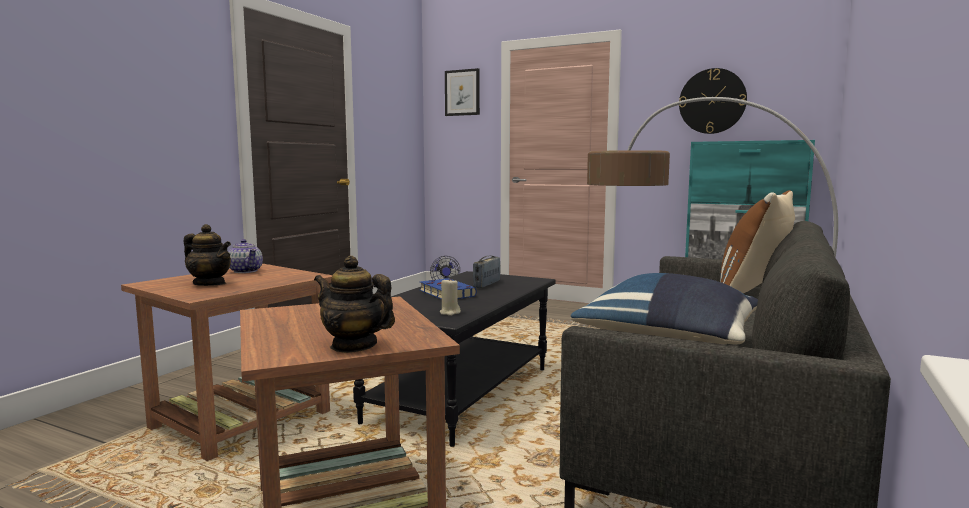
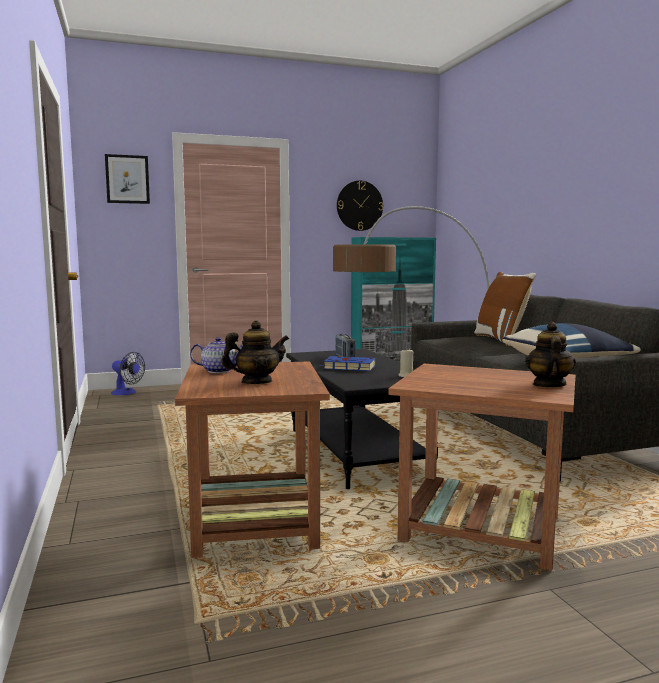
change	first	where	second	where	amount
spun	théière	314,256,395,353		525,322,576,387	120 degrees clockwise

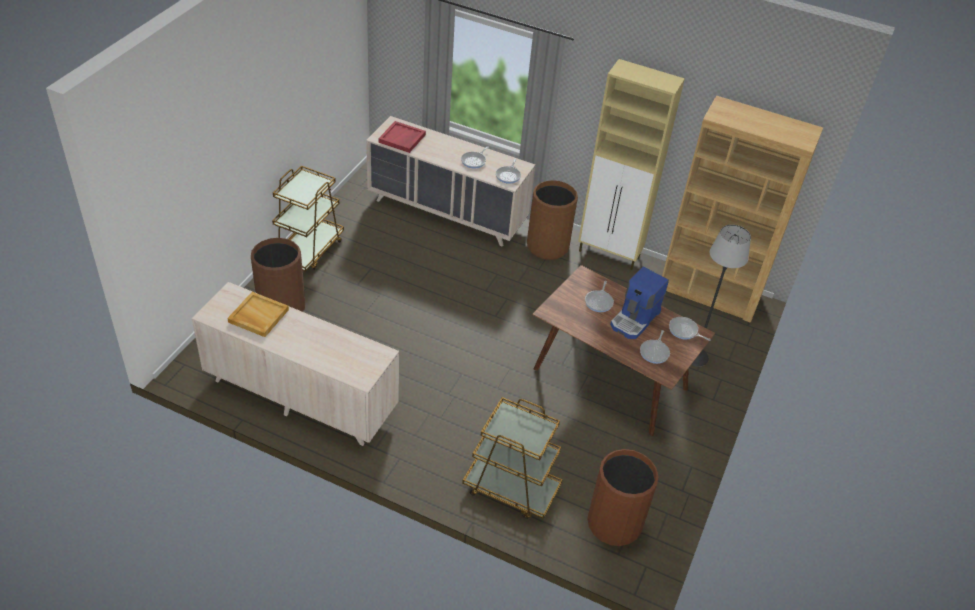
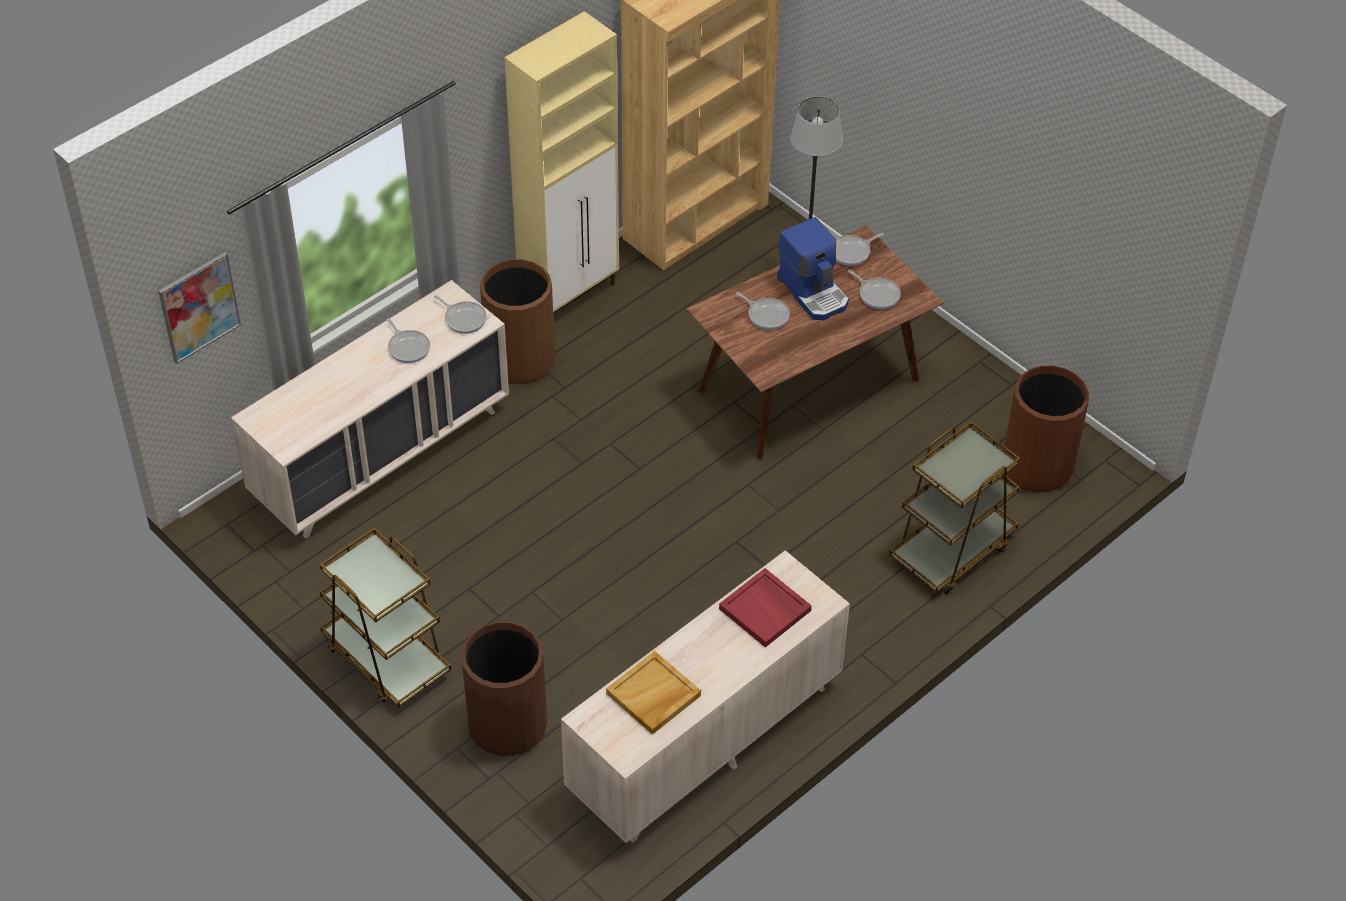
change	first	where	second	where	amount
relocated	plateau (rouge)	378,121,426,153		719,568,812,648	
appeared			tableau	158,252,241,364	

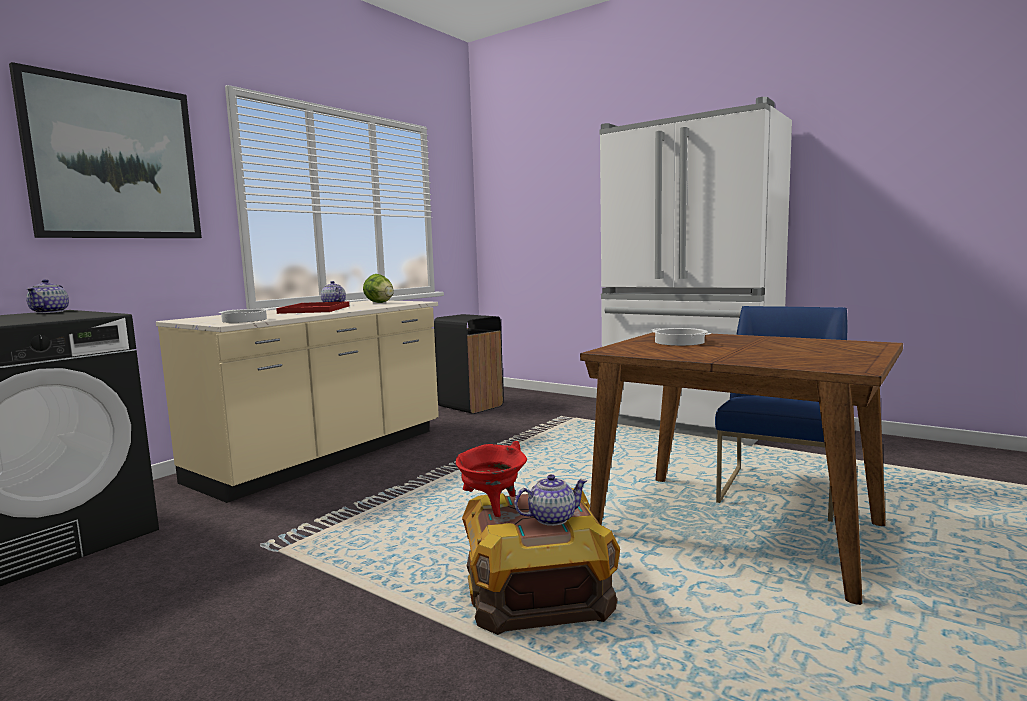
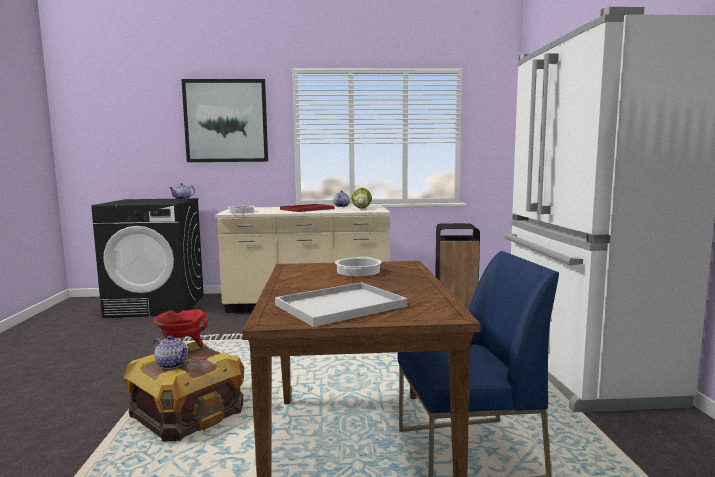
change	first	where	second	where	amount
appeared			plateau (blanc)	275,282,407,327	

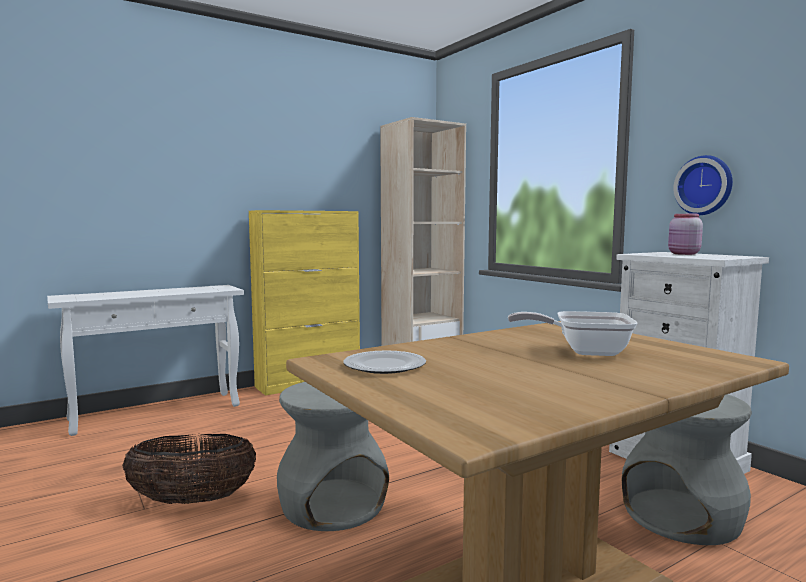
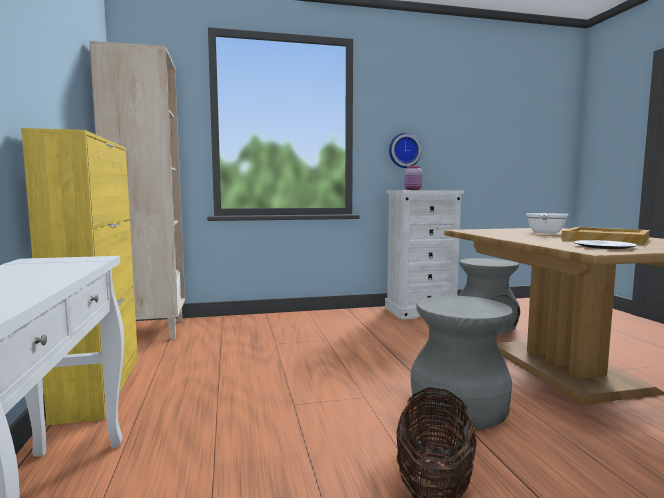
change	first	where	second	where	amount
appeared			plateau (beige)	561,227,650,245	

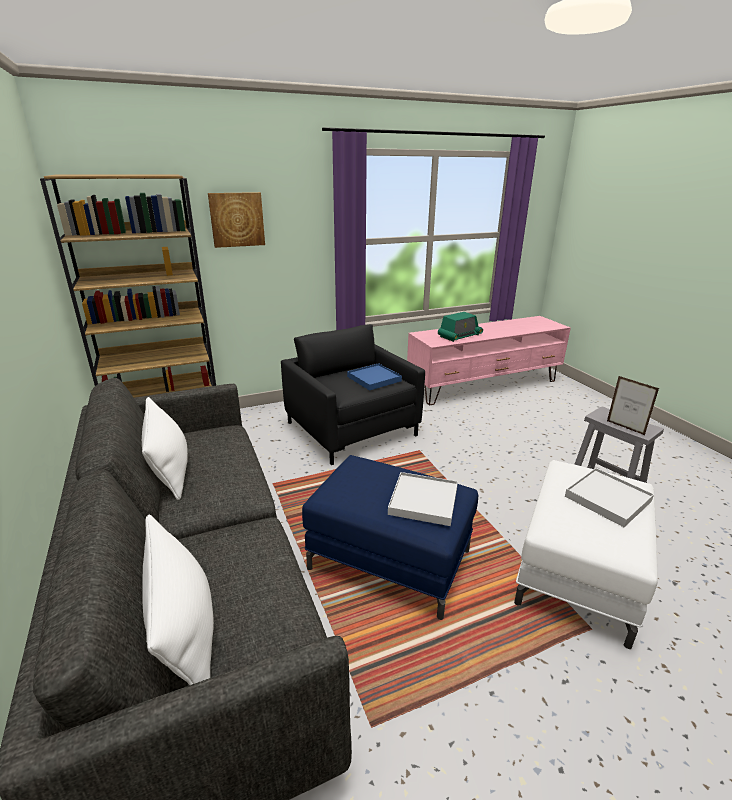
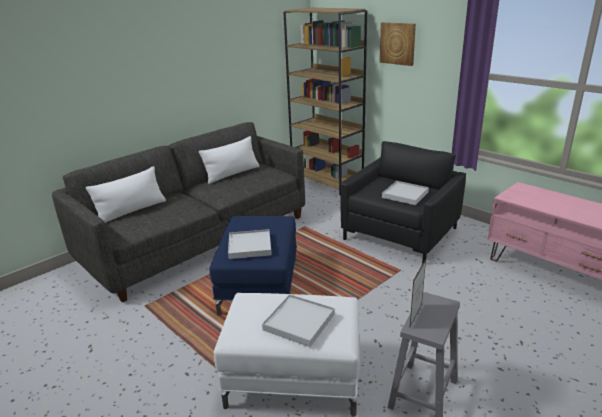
change	first	where	second	where	amount
missing	radio	438,312,483,342			
colour	plateau (bleu)	347,363,402,391	plateau (blanc)	382,181,429,205	

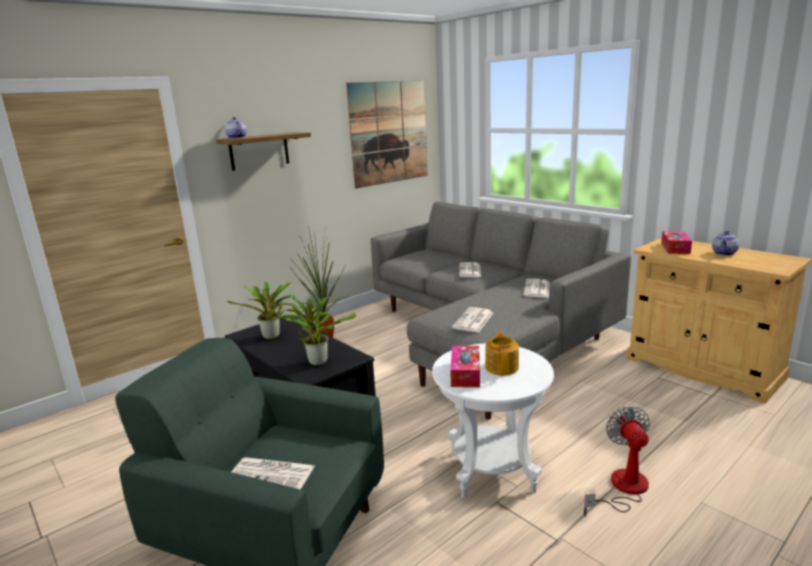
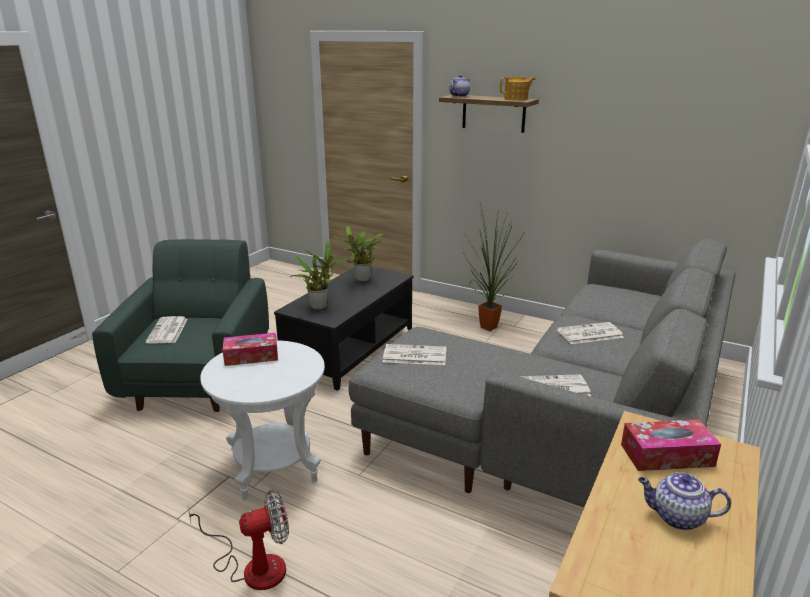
change	first	where	second	where	amount
missing	tableau	346,80,428,189			
relocated	théière	485,331,519,375		500,76,535,101	

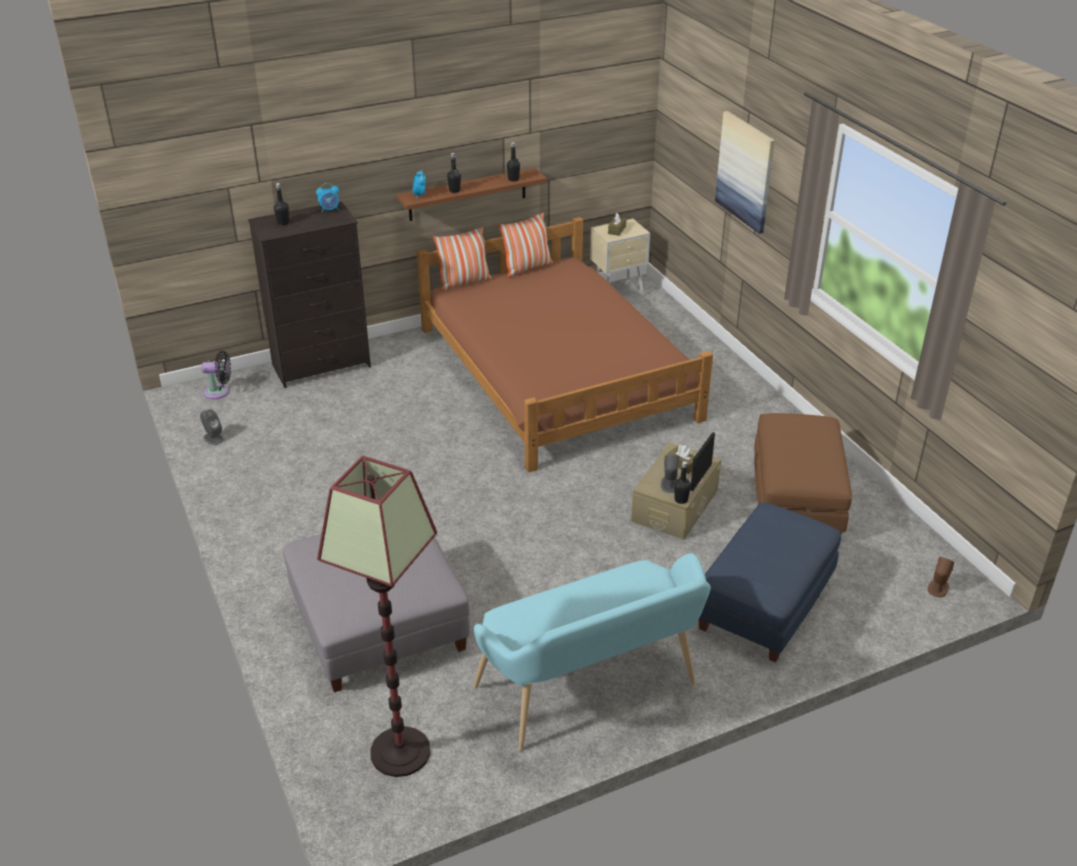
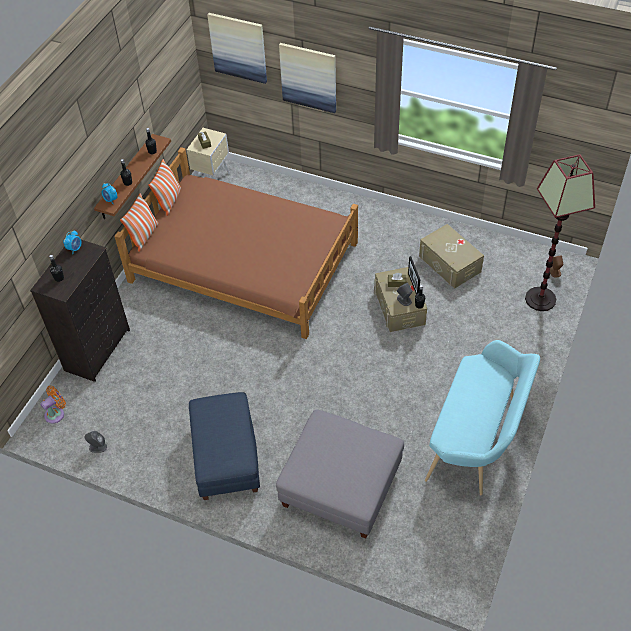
change	first	where	second	where	amount
colour	ventilateur (noir)	201,351,231,399	ventilateur (orange)	40,386,66,424	
exchanged	pouf (marron)	754,413,852,535	boîte de rangement (beige)	419,224,484,288	
relocated	lampadaire	317,456,437,777		525,154,595,311	
relocated	pouf (bleu)	699,502,842,663		189,392,260,500	
appeared			tableau	207,13,267,84	

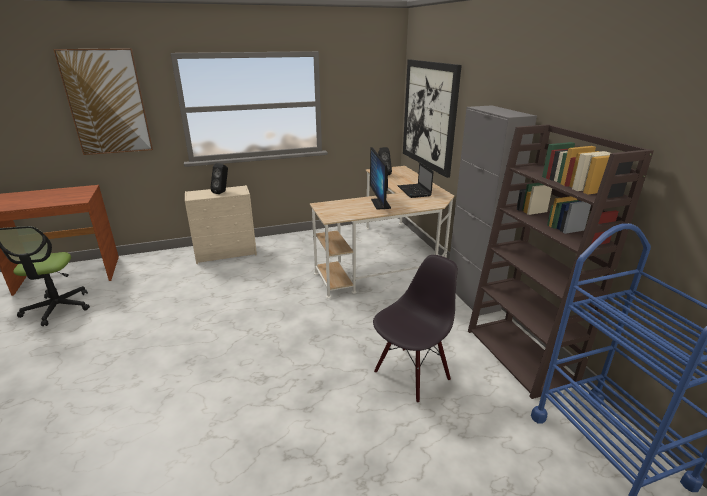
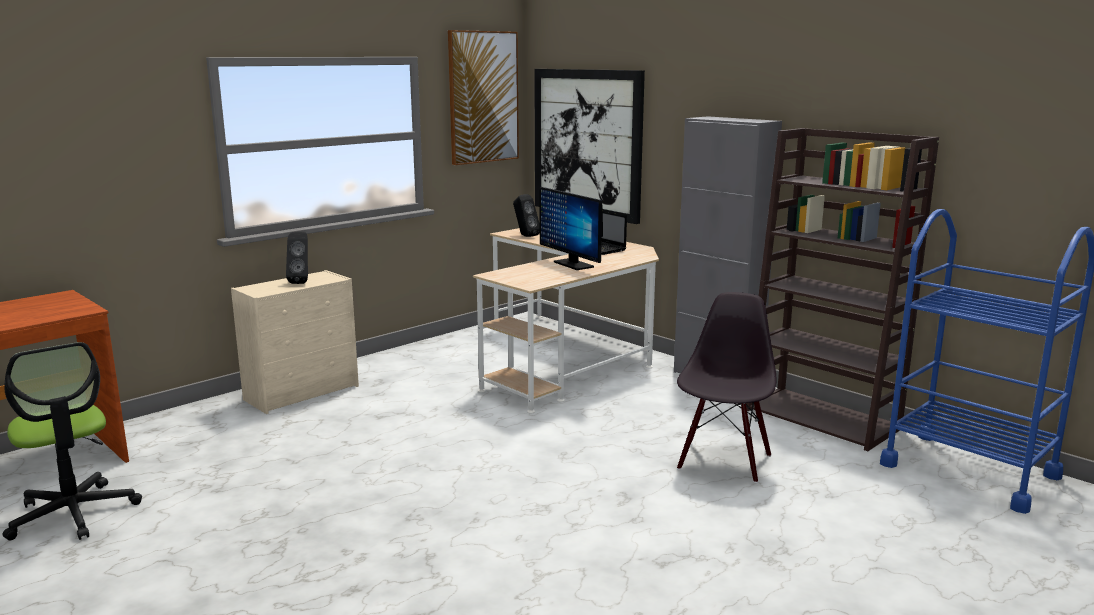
change	first	where	second	where	amount
relocated	tableau	53,48,153,155		448,30,519,165	

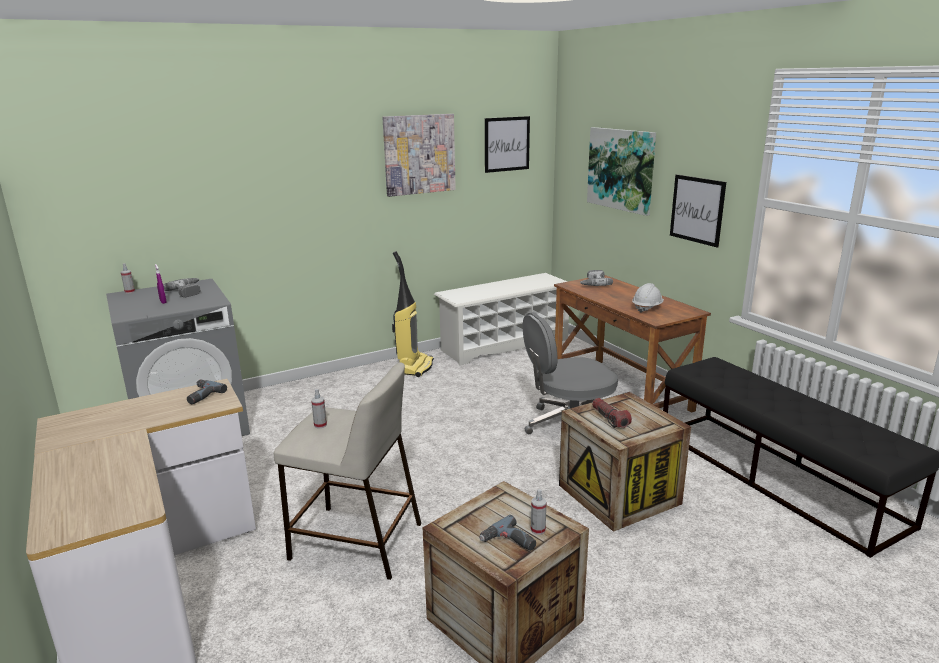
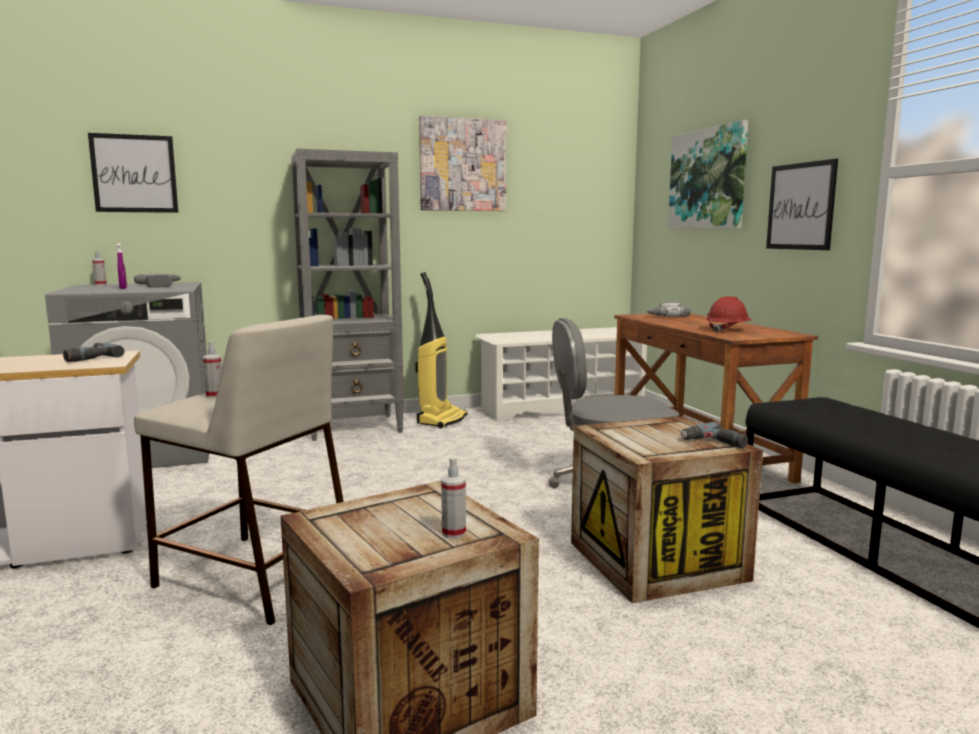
change	first	where	second	where	amount
relocated	tableau	485,116,530,173		88,133,179,213	
colour	casque de chantier (blanc)	632,283,664,313	casque de chantier (rouge)	706,296,752,333	
missing	lampe de poche	592,398,632,428			
relocated	perceuse	479,515,536,551		681,422,748,448	
appeared			bibliothèque (gris)	291,148,404,441	

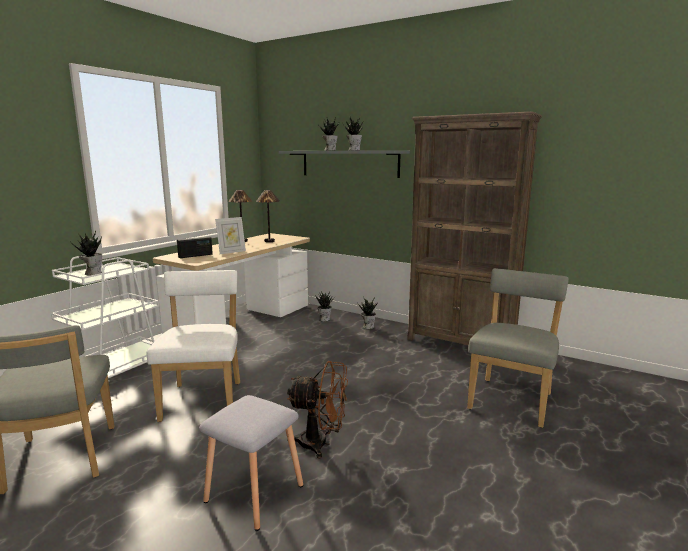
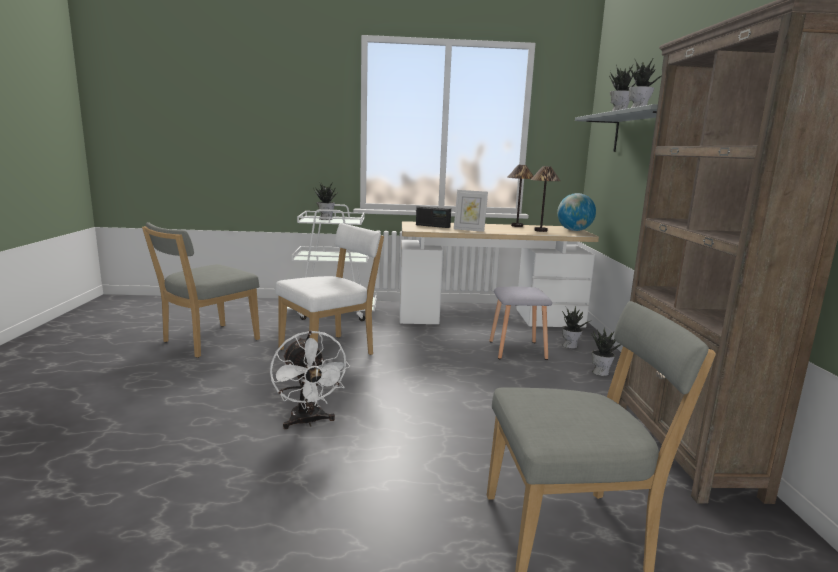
change	first	where	second	where	amount
colour	ventilateur (marron)	287,361,348,458	ventilateur (blanc)	270,330,350,429	
relocated	tabouret (gris)	199,395,303,531		489,287,552,360	
appeared			globe	557,193,596,231	

